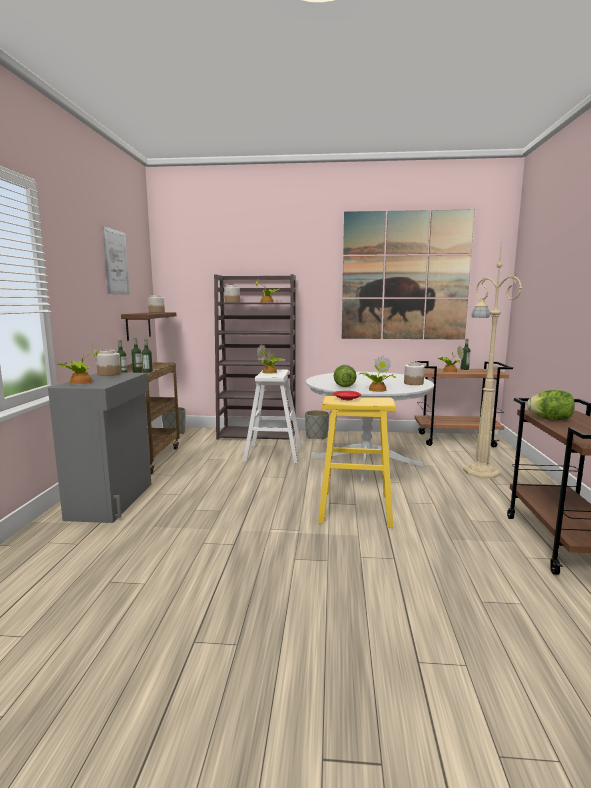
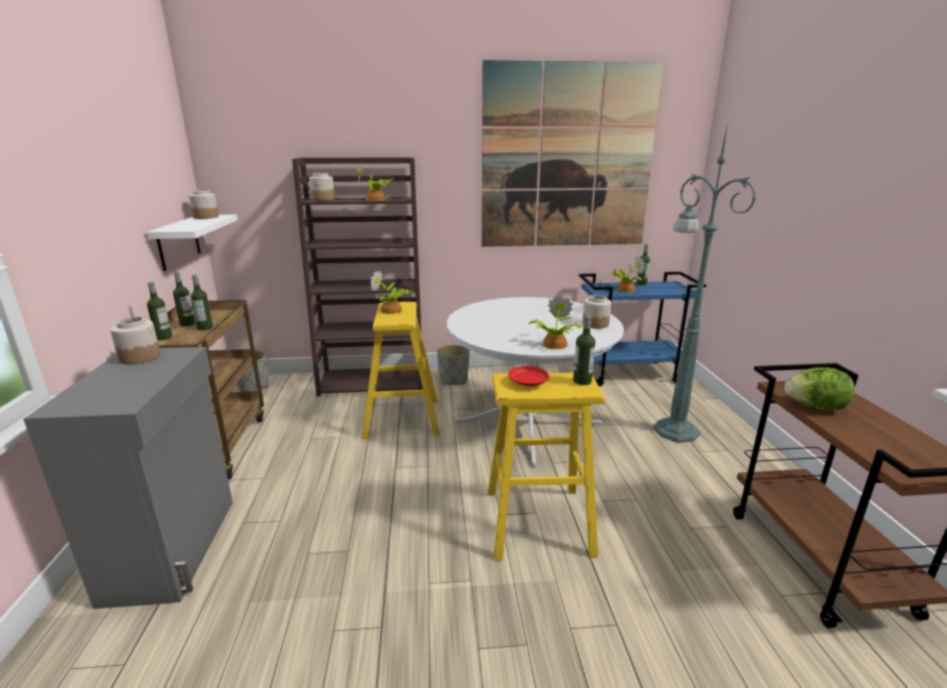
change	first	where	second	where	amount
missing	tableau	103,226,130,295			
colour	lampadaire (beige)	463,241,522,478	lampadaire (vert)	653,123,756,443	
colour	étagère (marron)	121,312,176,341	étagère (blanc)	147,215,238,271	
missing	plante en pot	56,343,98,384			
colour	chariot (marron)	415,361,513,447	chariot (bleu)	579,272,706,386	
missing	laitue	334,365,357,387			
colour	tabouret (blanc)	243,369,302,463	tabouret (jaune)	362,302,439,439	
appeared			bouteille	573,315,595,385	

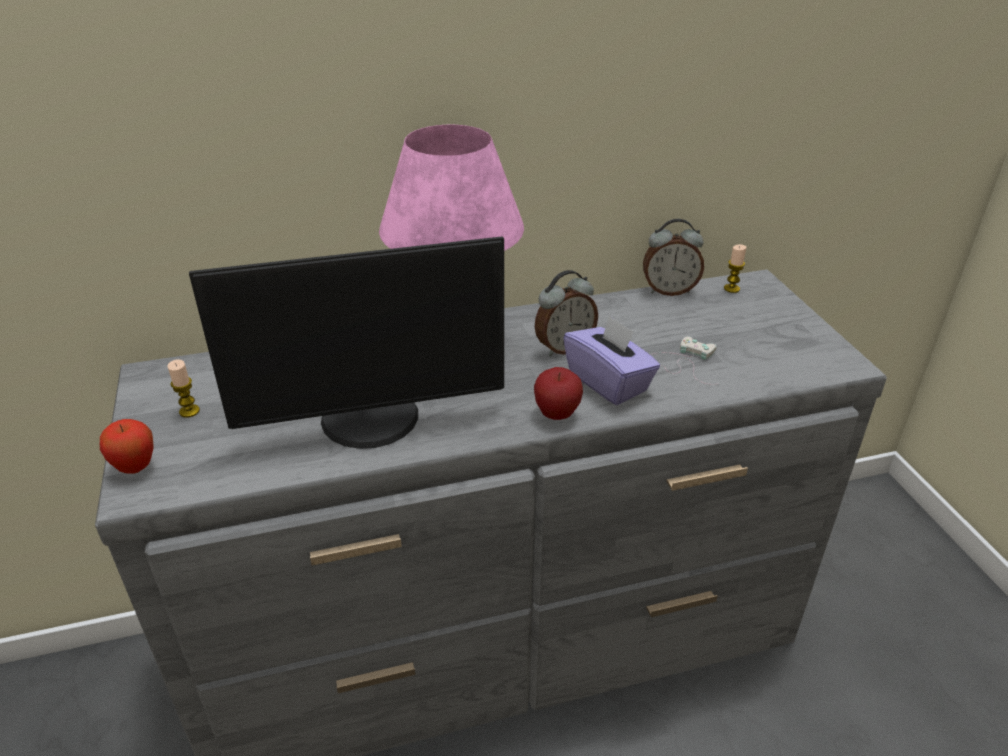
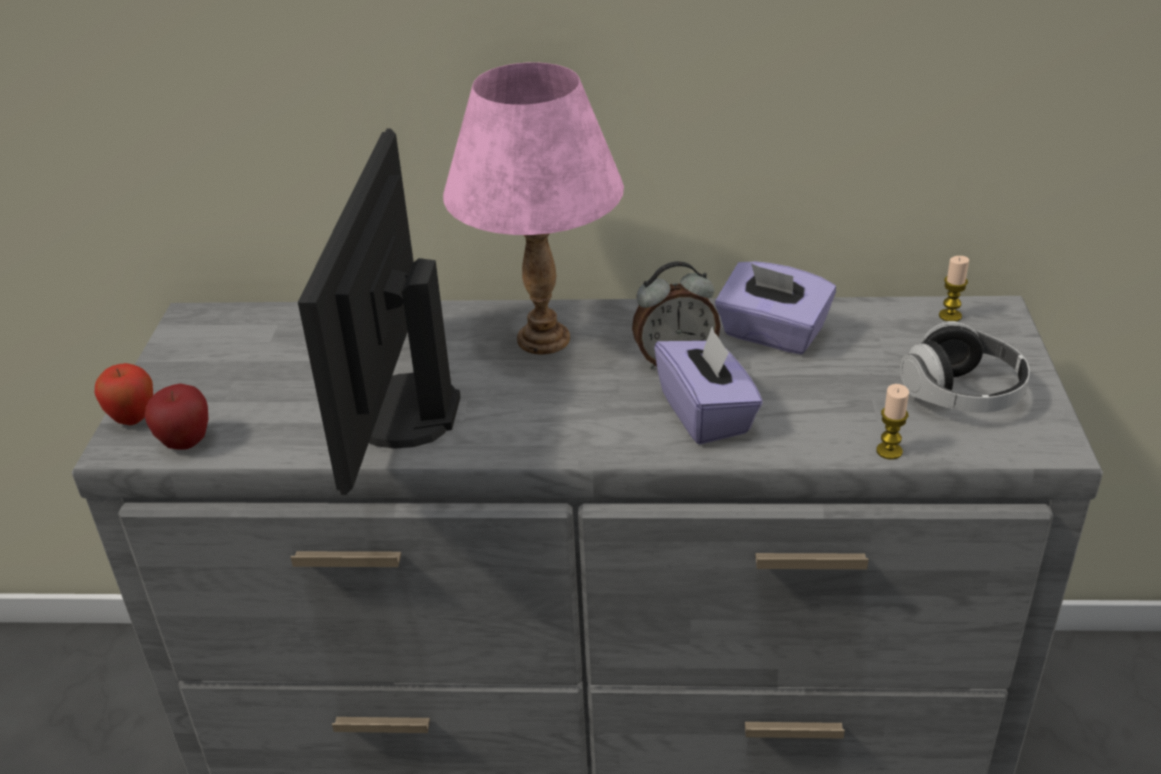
change	first	where	second	where	amount
missing	réveil	643,219,704,296			
spun	écran d'ordinateur	189,236,504,449		298,129,461,495	90 degrees clockwise
missing	manette (blanc)	651,336,717,385			
relocated	bougie	167,359,200,418		876,384,909,460	
relocated	pomme	534,367,583,420		145,383,208,450	
appeared			boîte à mouchoirs (violet)	715,261,836,354	
appeared			casque audio	900,321,1030,413	

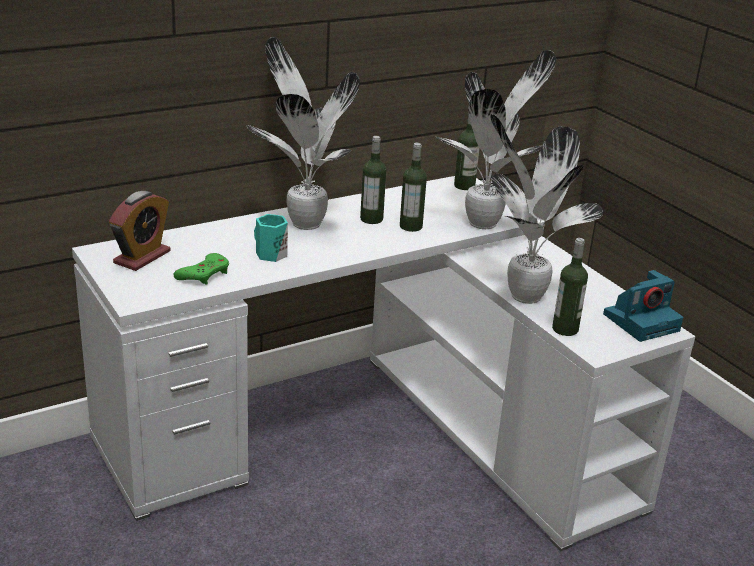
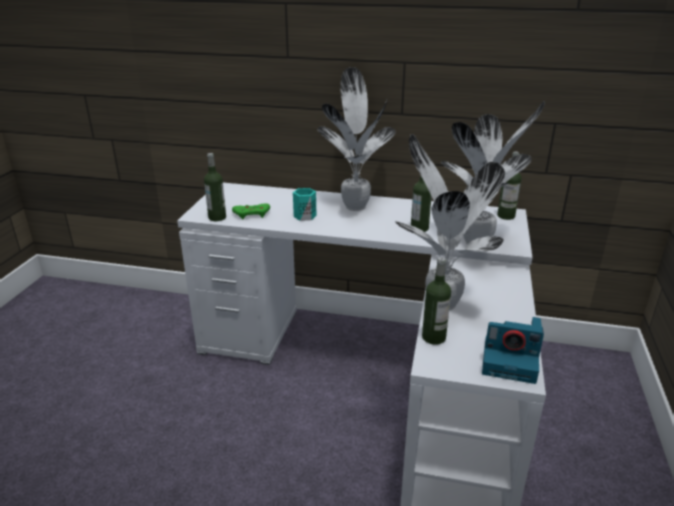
change	first	where	second	where	amount
relocated	bouteille	360,136,386,224		204,153,226,221	
missing	réveil	109,191,171,271			

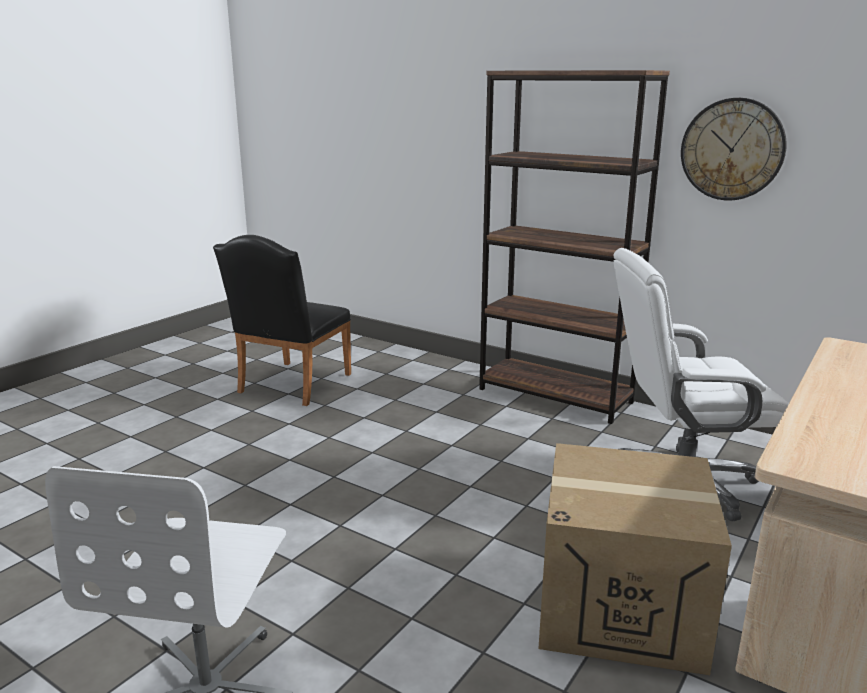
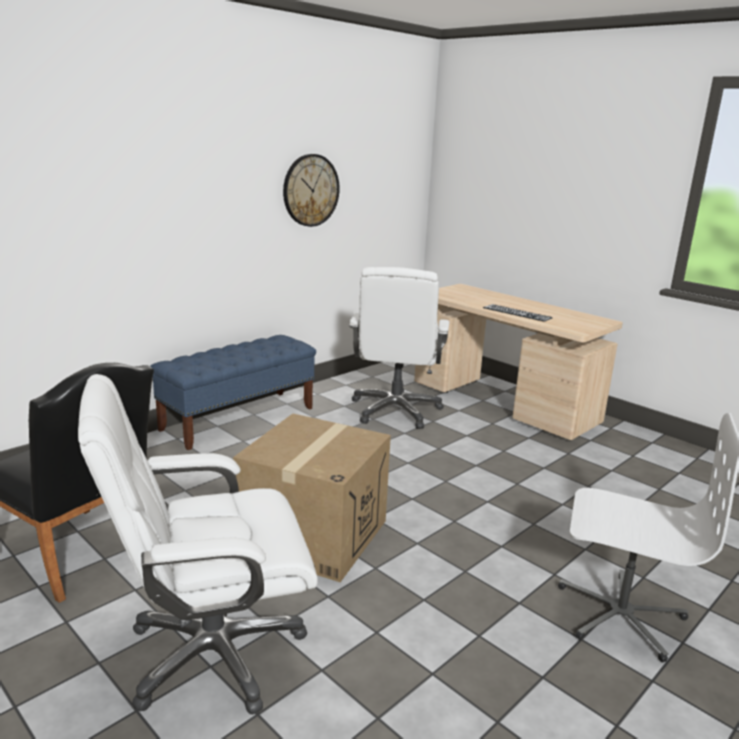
change	first	where	second	where	amount
exchanged	bibliothèque (marron)	479,70,670,424	banc (bleu)	150,335,316,450	
relocated	carton	538,443,732,675		233,414,391,582	
appeared			clavier	483,304,553,322	
appeared			chaise de bureau (blanc)	78,374,318,715	

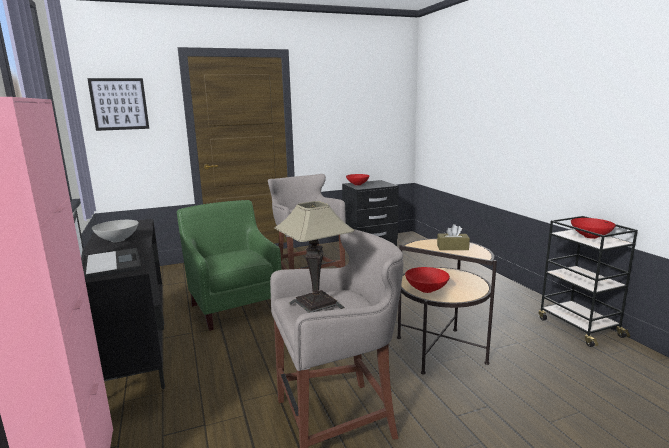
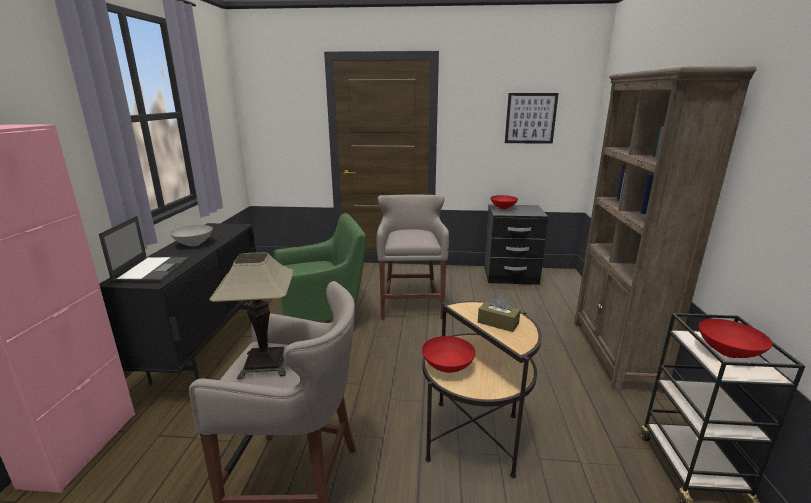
change	first	where	second	where	amount
relocated	tableau	87,78,149,131		505,93,559,144	
spun	fauteuil (vert)	177,200,281,331		274,213,366,331	75 degrees clockwise
appeared			bibliothèque (marron)	574,67,757,393	

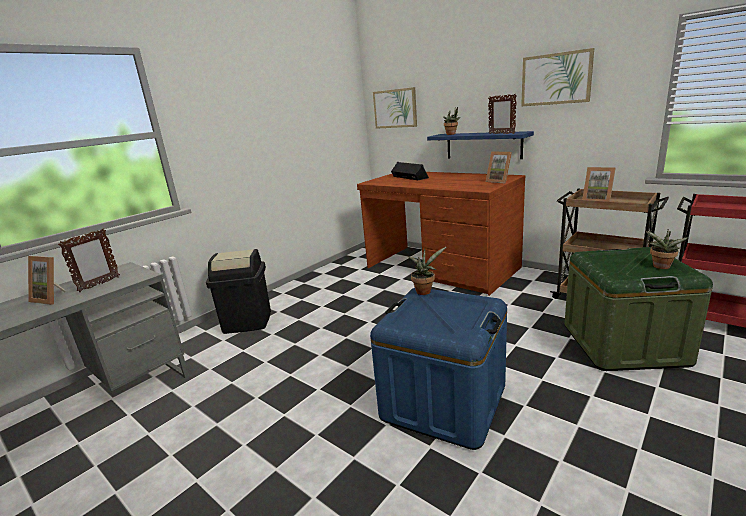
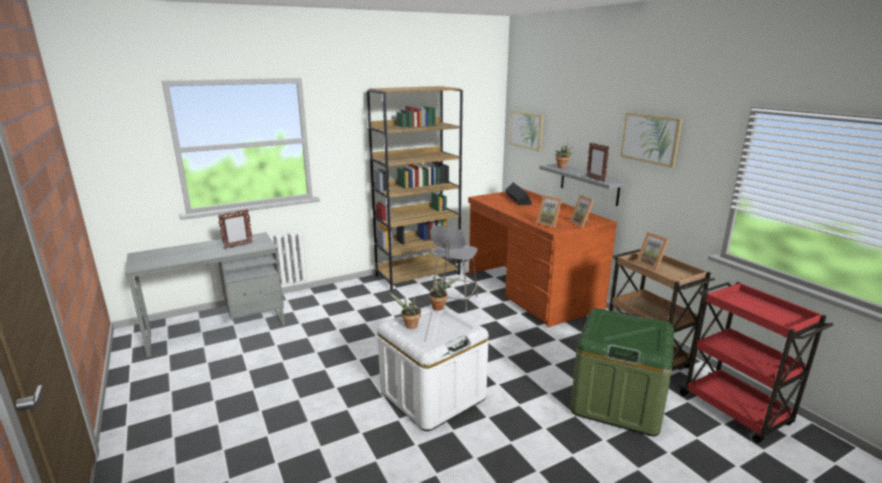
change	first	where	second	where	amount
colour	étagère (bleu)	427,131,534,159	étagère (gris)	539,164,629,206	
relocated	plante en pot	645,229,688,269		388,292,421,329	
missing	poubelle (noir)	206,249,271,334			
relocated	cadre photo	28,256,66,305		536,195,562,228	
colour	boîte de rangement (bleu)	370,288,507,450	boîte de rangement (blanc)	377,304,489,431	
appeared			bibliothèque (marron)	367,86,463,290	
appeared			chaise (gris)	430,226,478,313	

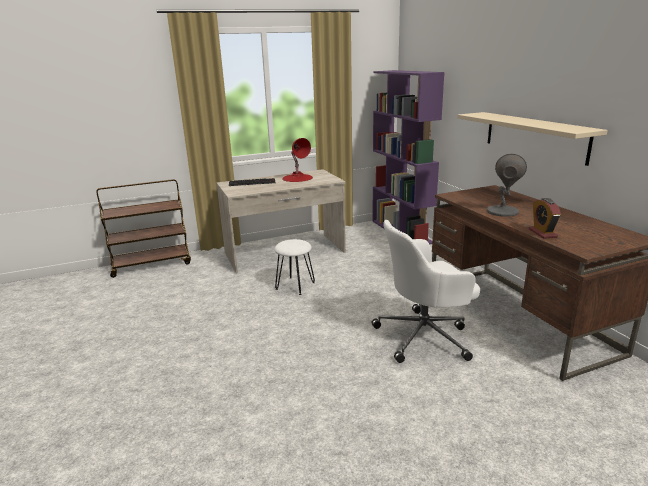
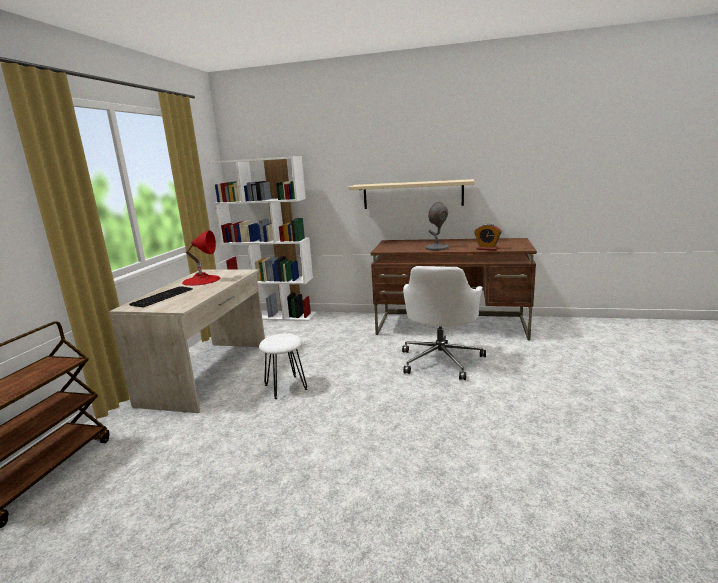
change	first	where	second	where	amount
colour	bibliothèque (violet)	372,70,444,244	bibliothèque (blanc)	208,156,316,321	

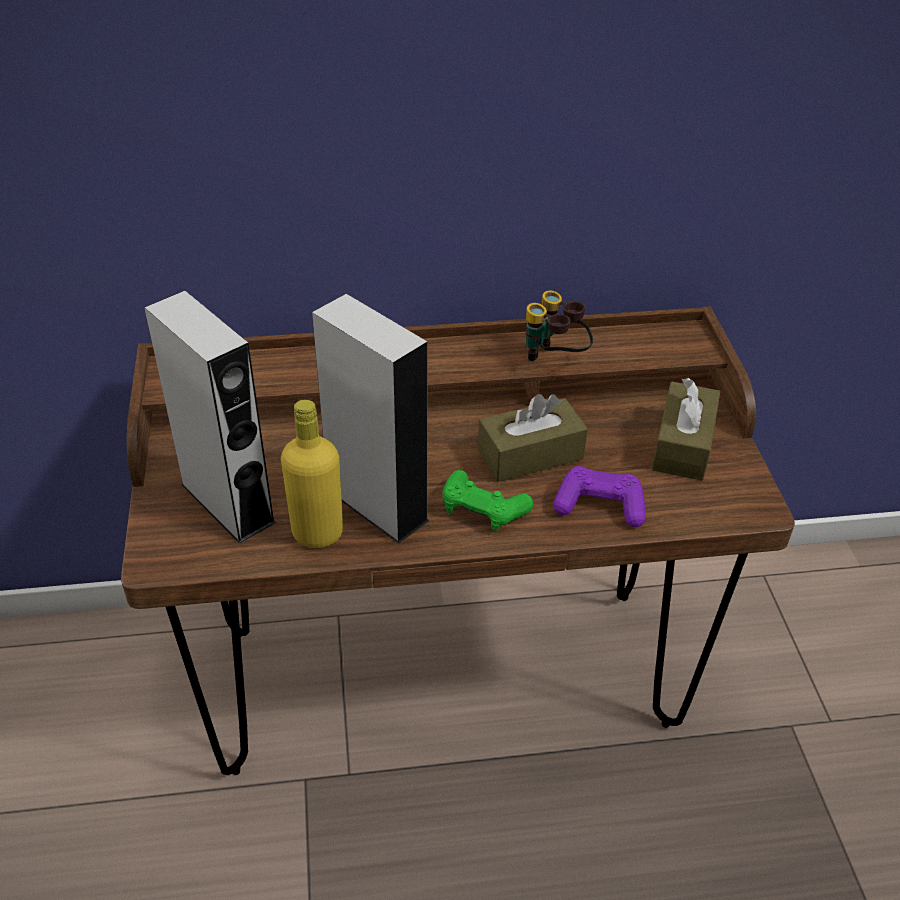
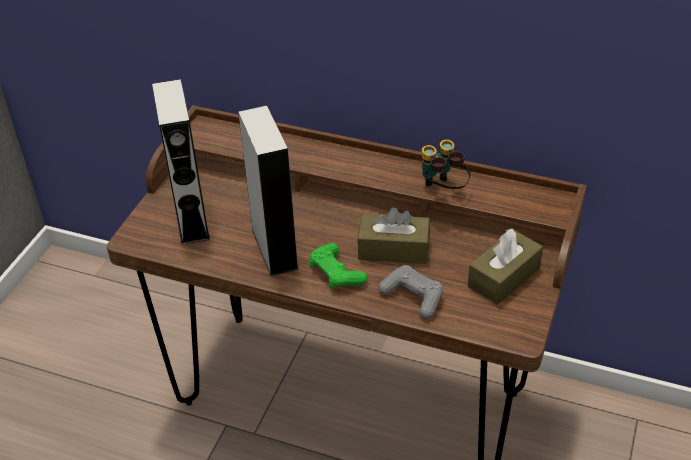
change	first	where	second	where	amount
missing	bouteille (jaune)	281,400,343,548			
colour	manette (violet)	553,466,646,527	manette (gris)	378,265,443,319	

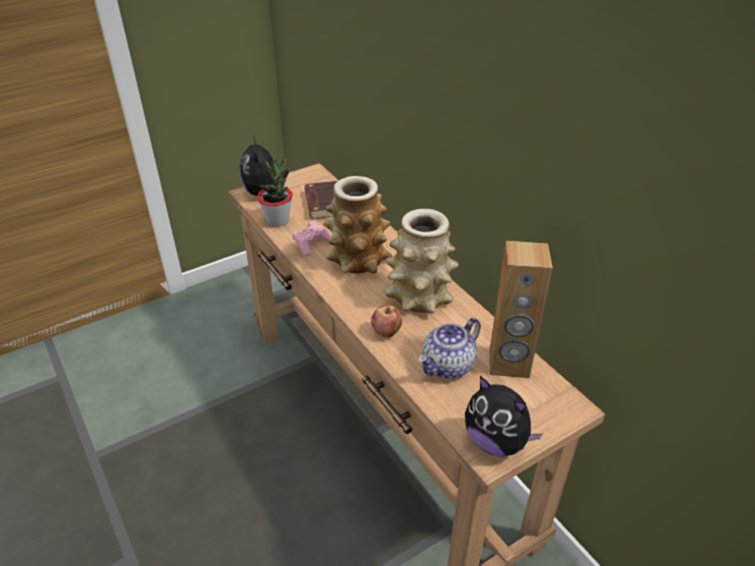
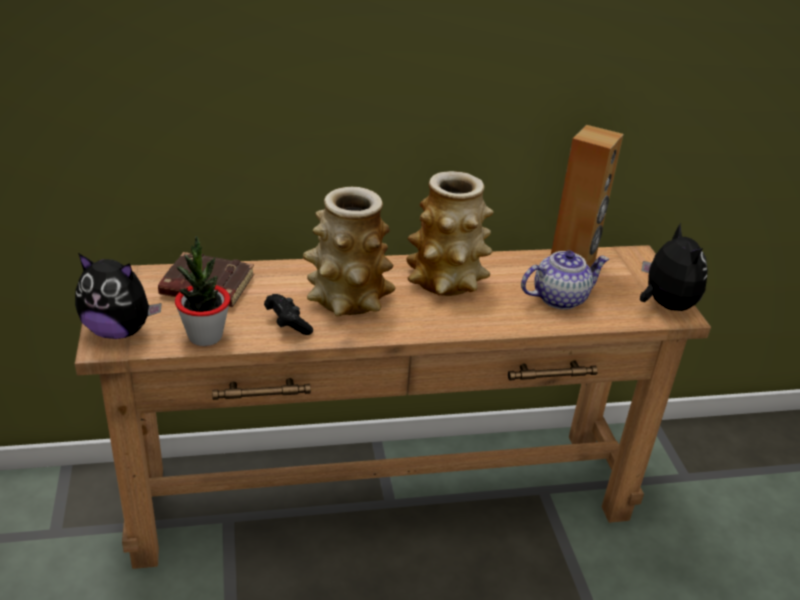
change	first	where	second	where	amount
colour	manette (rose)	292,221,331,257	manette (noir)	264,294,313,335	
missing	pomme	371,305,402,337			
spun	théière	418,318,481,378		521,251,609,310	90 degrees counterclockwise
spun	peluche	465,376,542,457		640,223,708,311	75 degrees counterclockwise

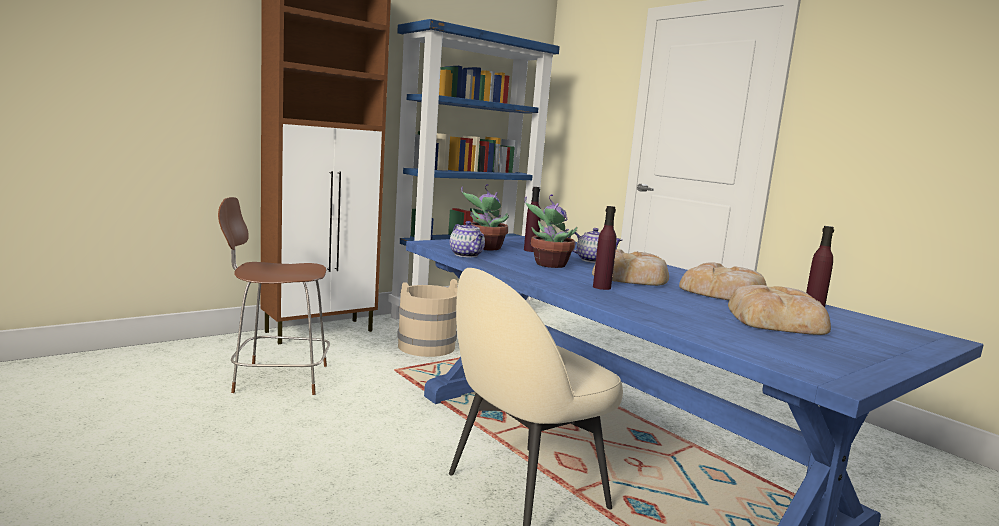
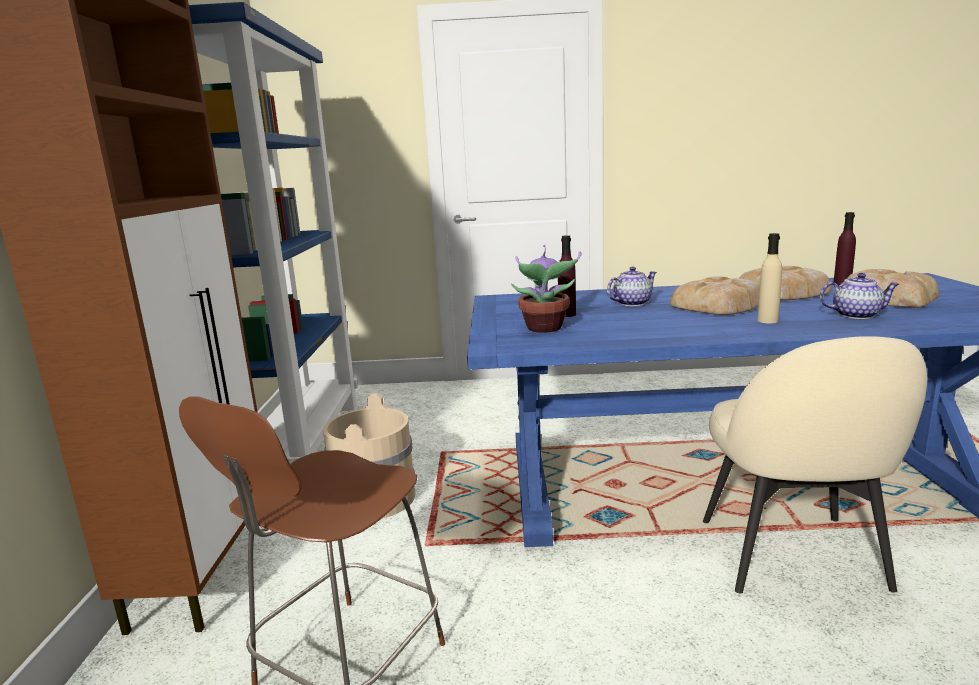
change	first	where	second	where	amount
missing	plante en pot	524,194,578,268			
colour	bouteille (violet)	593,206,617,290	bouteille (beige)	757,233,782,323	
relocated	théière	450,221,485,257		820,273,899,319	

